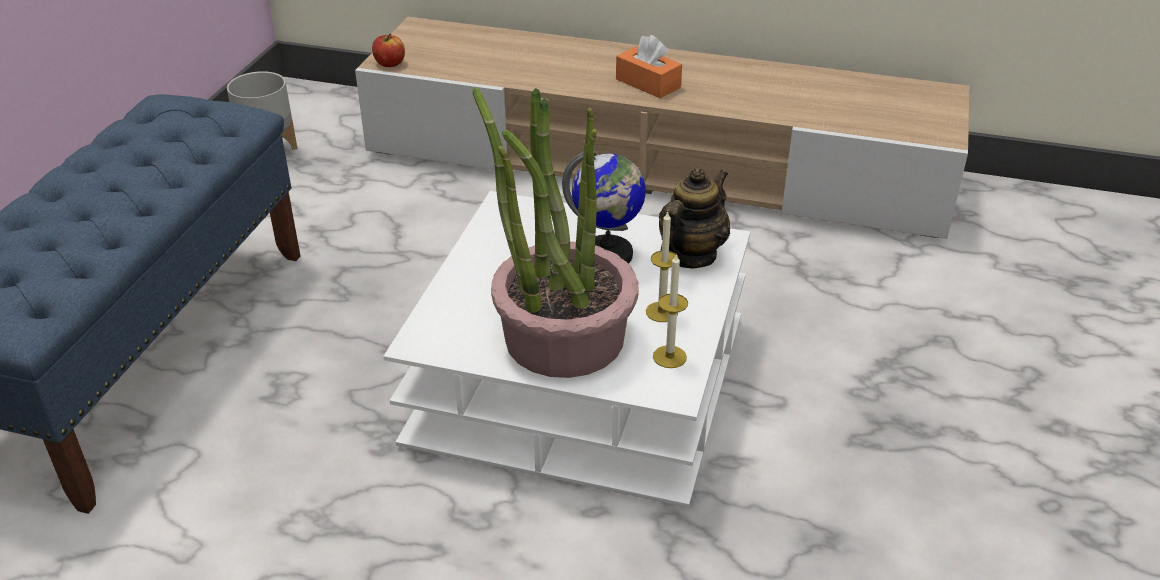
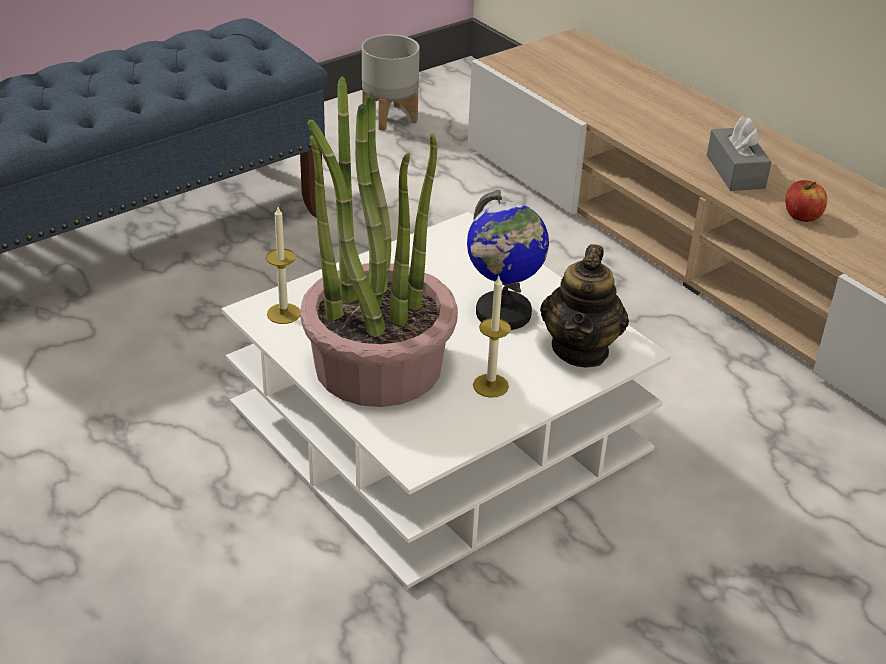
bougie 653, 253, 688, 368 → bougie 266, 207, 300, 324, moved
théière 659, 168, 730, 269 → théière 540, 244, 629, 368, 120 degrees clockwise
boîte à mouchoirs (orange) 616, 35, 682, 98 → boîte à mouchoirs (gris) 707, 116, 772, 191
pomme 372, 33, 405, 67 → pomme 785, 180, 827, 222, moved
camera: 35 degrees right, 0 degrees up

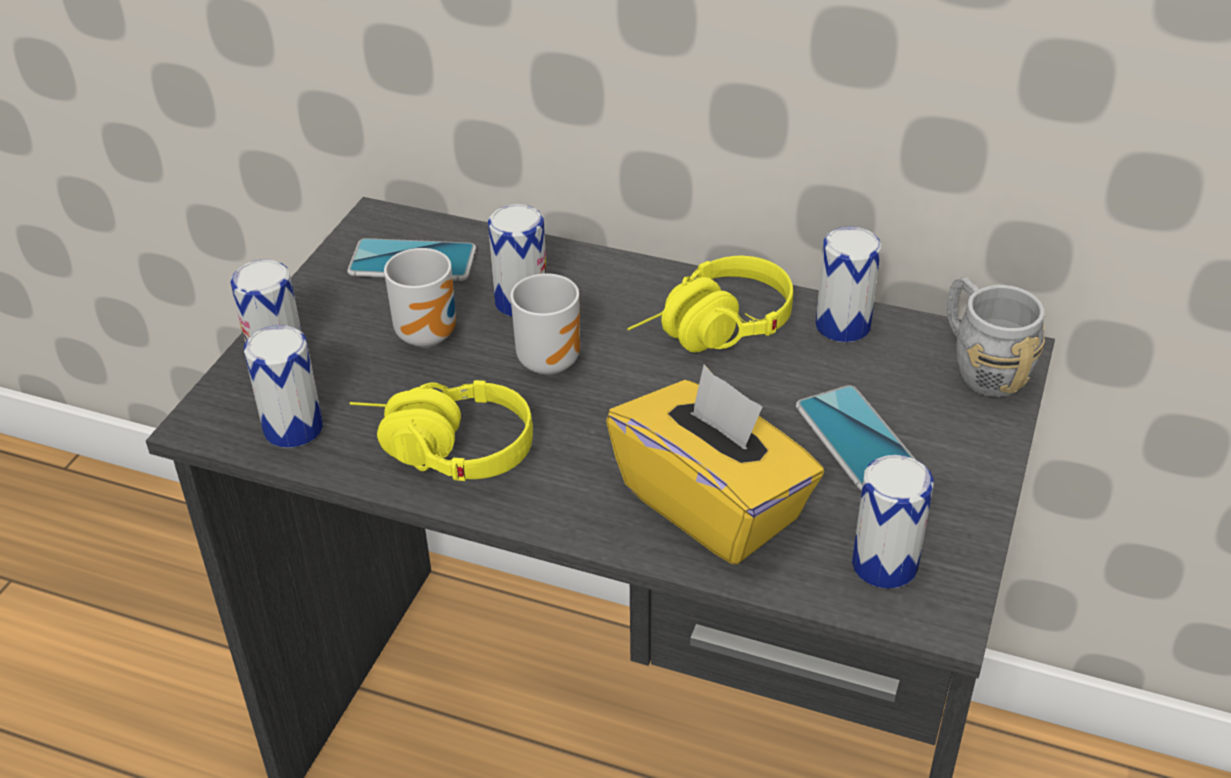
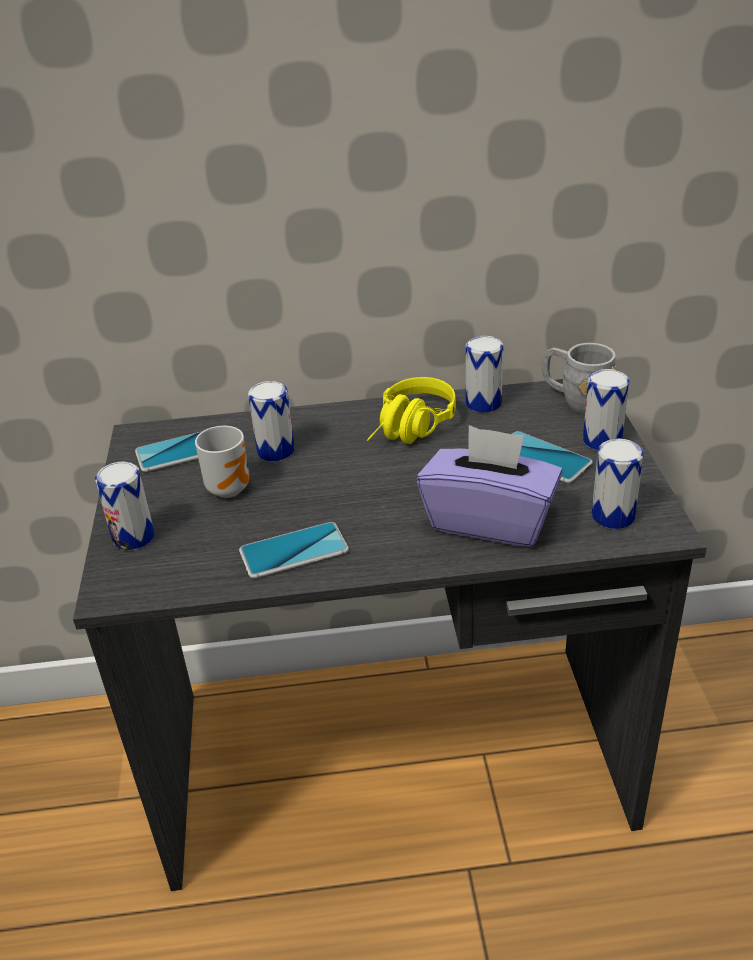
casque audio (jaune) 350, 380, 533, 481 → téléphone 239, 522, 349, 578
boîte à mouchoirs (jaune) 606, 364, 824, 565 → boîte à mouchoirs (violet) 417, 425, 563, 547
boîte métallique 244, 325, 323, 448 → boîte métallique 583, 369, 629, 451, moved
mug 510, 274, 580, 375 → -
camera: 25 degrees left, 5 degrees down

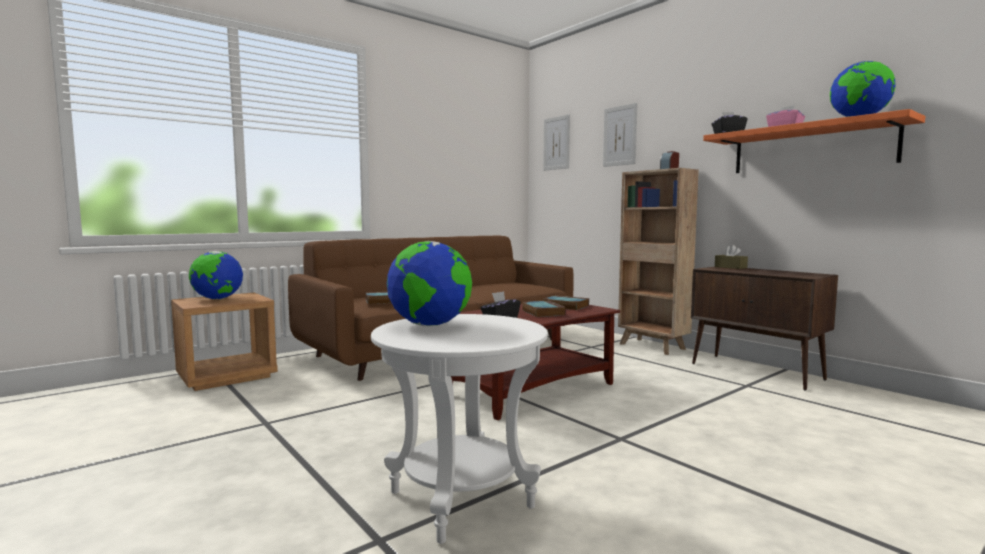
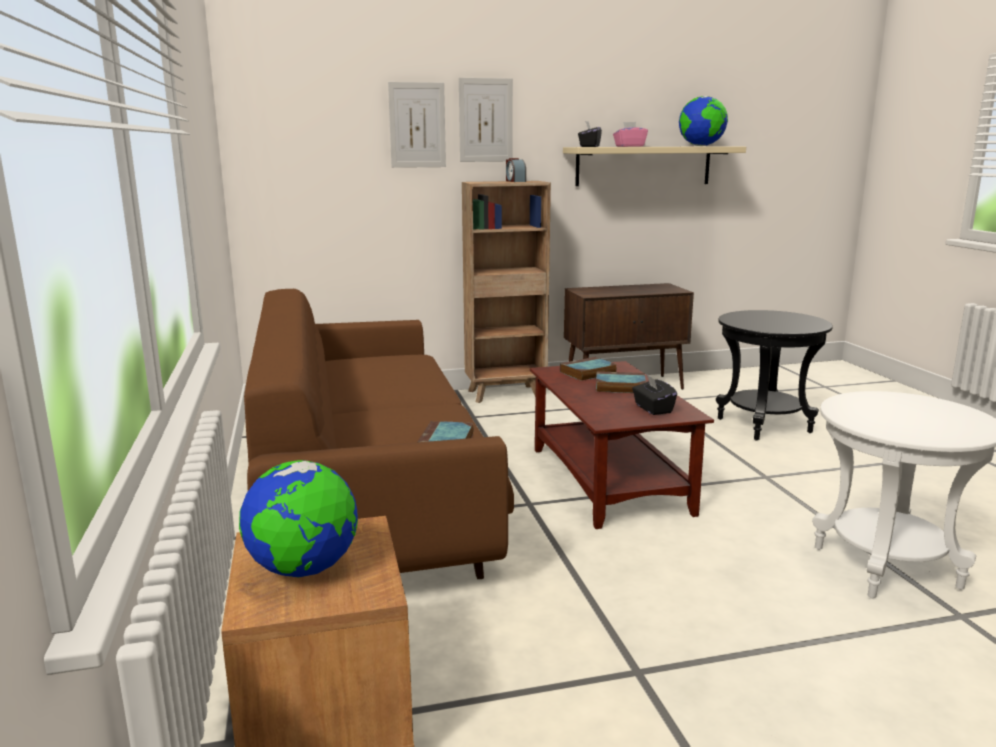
tableau 543, 114, 570, 171 → tableau 459, 78, 513, 162, moved
étagère (orange) 703, 109, 925, 173 → étagère (beige) 563, 146, 746, 186
- → table d'appoint (noir) 716, 310, 833, 441
globe 387, 241, 472, 326 → -
boîte à mouchoirs (marron) 715, 245, 748, 269 → -
camera: 65 degrees left, 10 degrees up

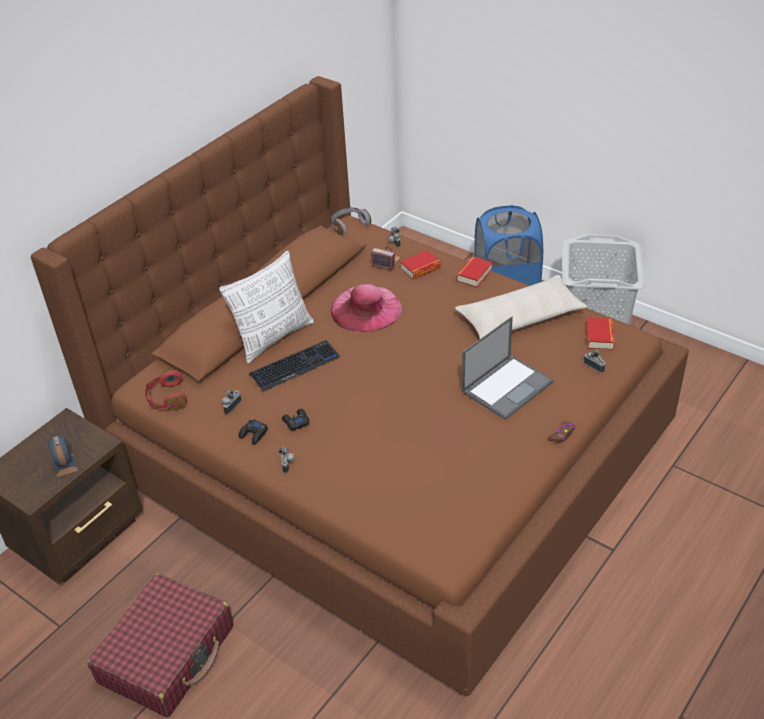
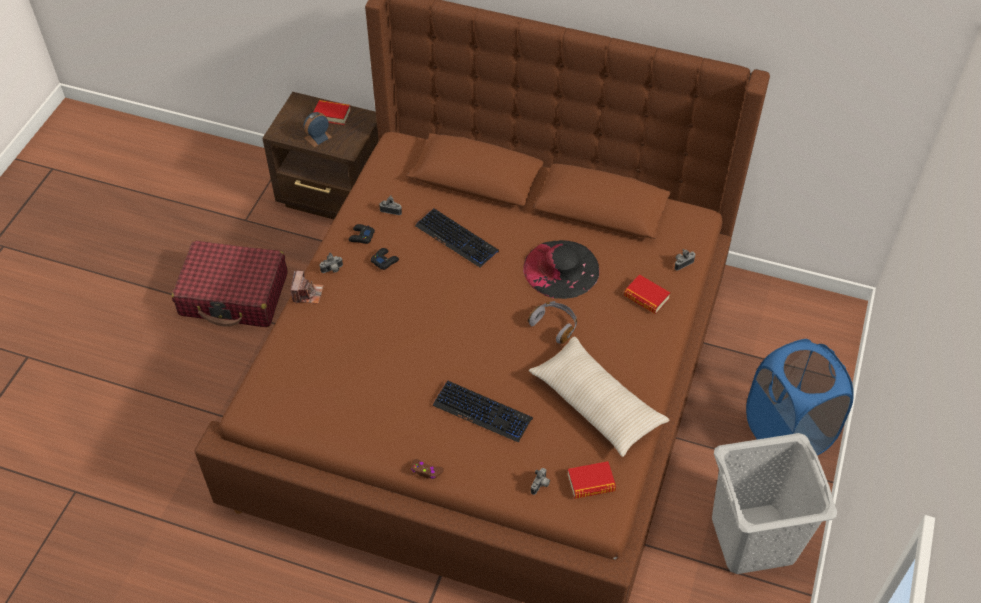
appareil photo 371, 246, 401, 271 → appareil photo 290, 270, 323, 304, moved
livre 456, 256, 493, 288 → livre 314, 100, 351, 125, moved
ordinateur portable 462, 316, 553, 420 → clavier 432, 381, 533, 443
chapeau (rose) 331, 284, 402, 332 → chapeau (noir) 523, 240, 599, 299
casque audio (gris) 331, 207, 371, 235 → casque audio (gris) 528, 301, 577, 344, moved
casque audio (rouge) 145, 370, 187, 411 → -
coussin 219, 251, 314, 364 → -
camera: 70 degrees right, 10 degrees up

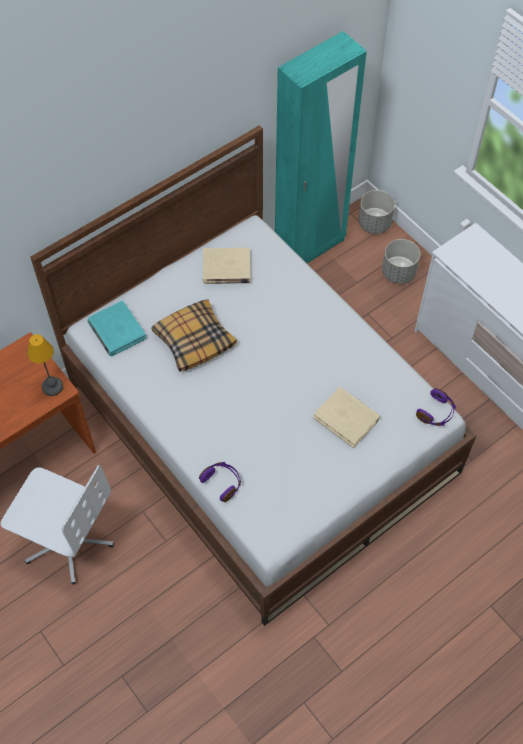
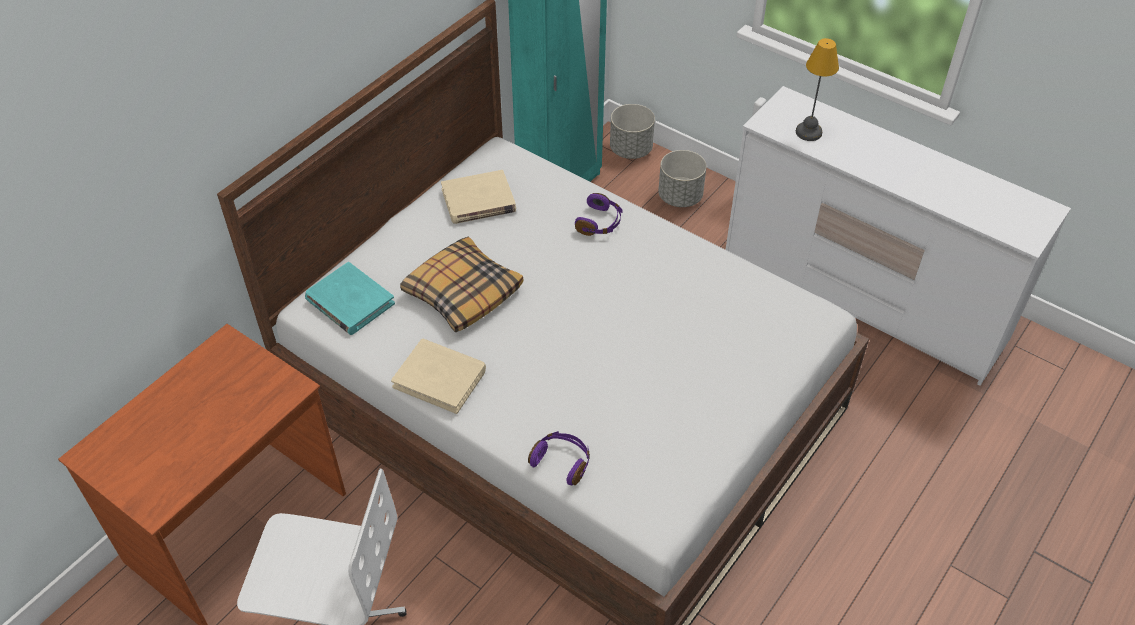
livre (beige) 313, 387, 380, 448 → livre (beige) 391, 339, 486, 414, moved
casque audio (violet) 416, 388, 456, 426 → casque audio (violet) 575, 193, 623, 236, moved
lampe de table 27, 334, 63, 396 → lampe de table 796, 38, 839, 141, moved
camera: 15 degrees left, 10 degrees down

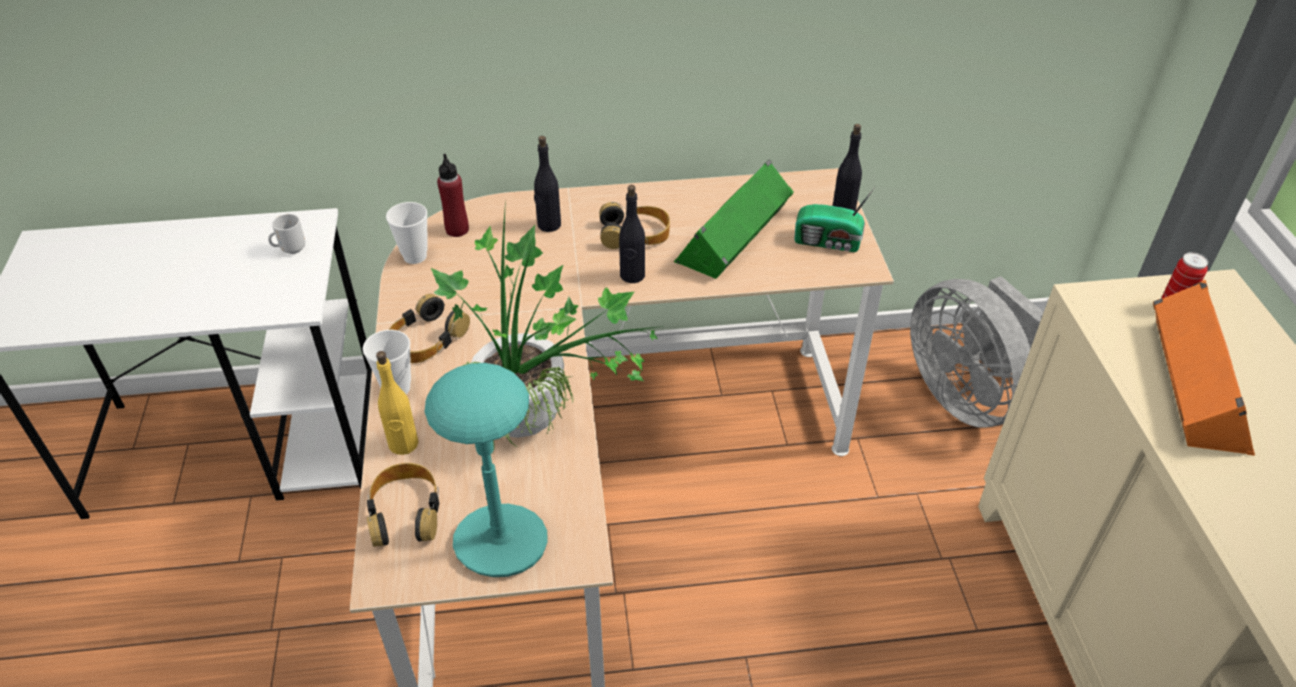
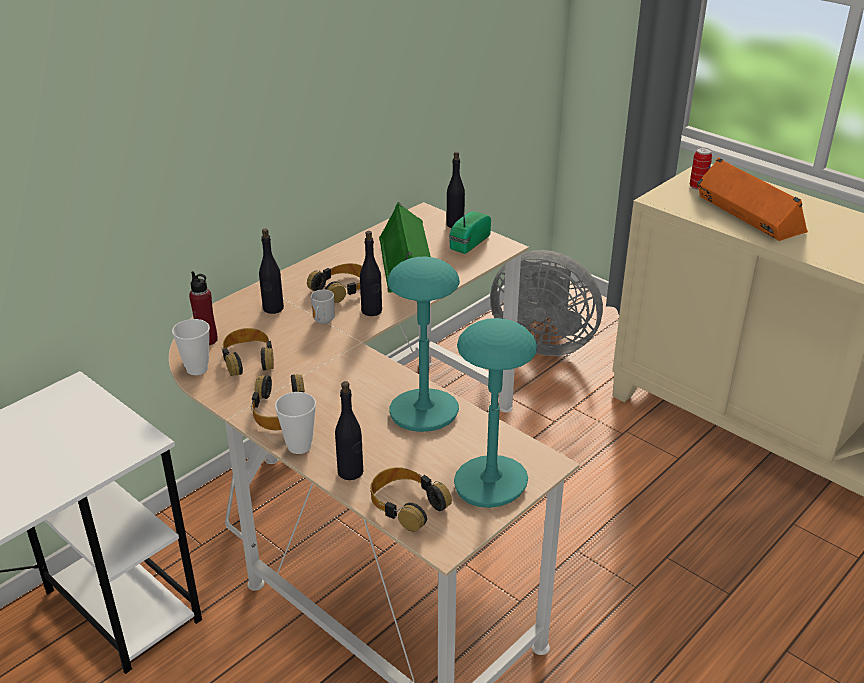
- → casque audio 222, 328, 274, 376
mug 268, 214, 305, 254 → mug 311, 290, 335, 324, moved
bouteille (jaune) 376, 351, 418, 455 → bouteille (noir) 335, 381, 363, 480
plante en pot 431, 198, 664, 455 → lampe de table (turquoise) 387, 257, 460, 432
radio 794, 186, 876, 252 → radio 449, 211, 491, 254, 150 degrees clockwise
camera: 40 degrees left, 10 degrees down

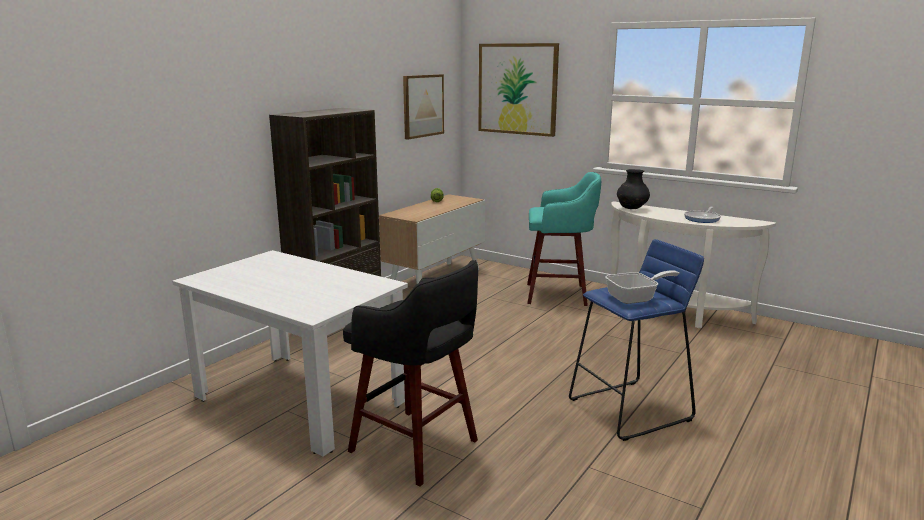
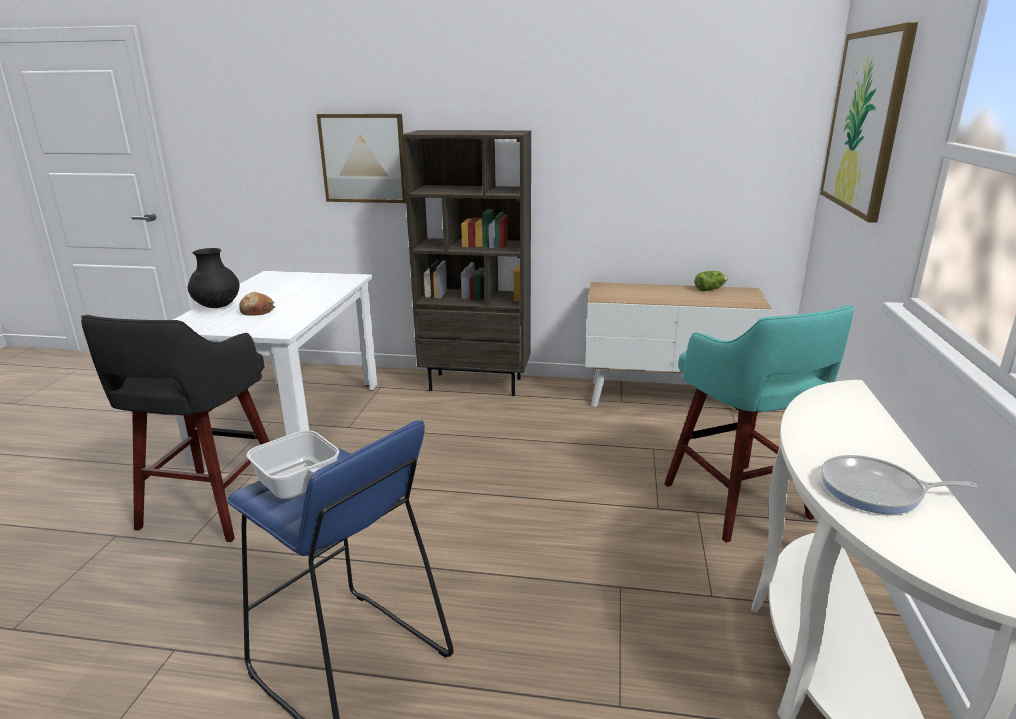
vase (noir) 617, 169, 650, 209 → vase (noir) 188, 248, 240, 308, moved
- → pain 239, 292, 275, 315
tableau 403, 74, 444, 140 → tableau 317, 114, 406, 203, moved
camera: 65 degrees right, 5 degrees up

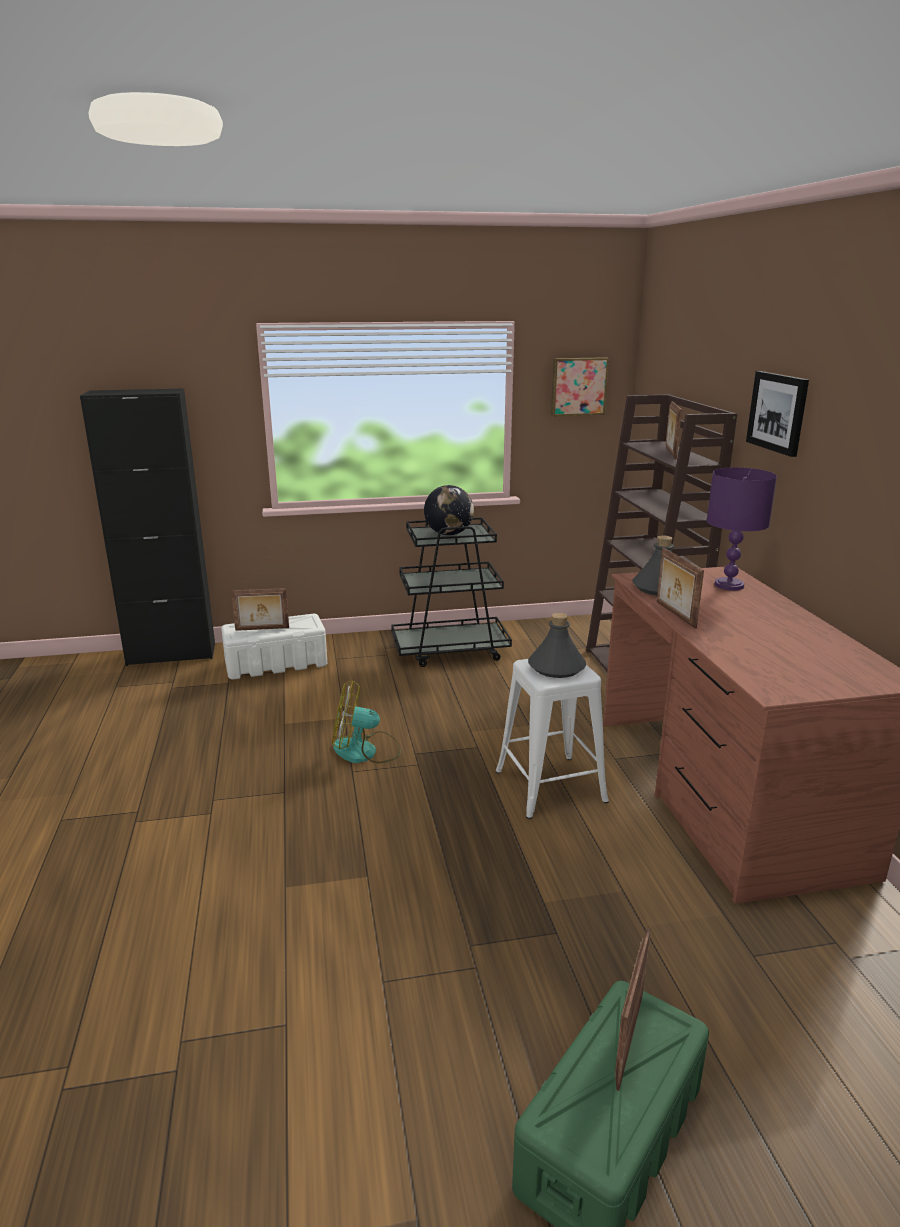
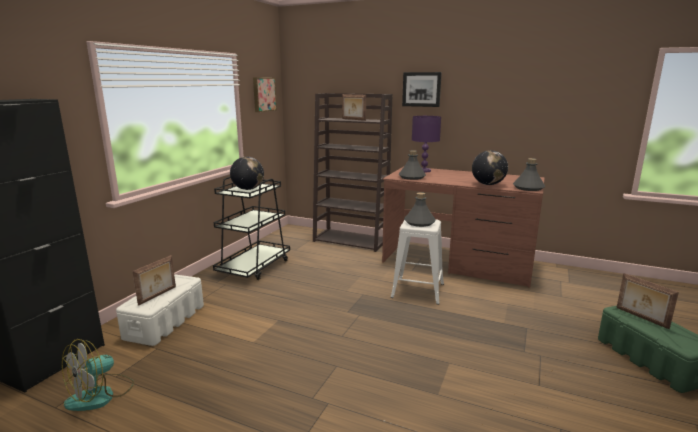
ventilateur 332, 681, 400, 763 → ventilateur 62, 339, 134, 411, moved
- → globe 472, 150, 508, 185
- → bouteille (gris) 513, 158, 545, 191
cadre photo 657, 547, 704, 629 → -
camera: 55 degrees left, 5 degrees down

